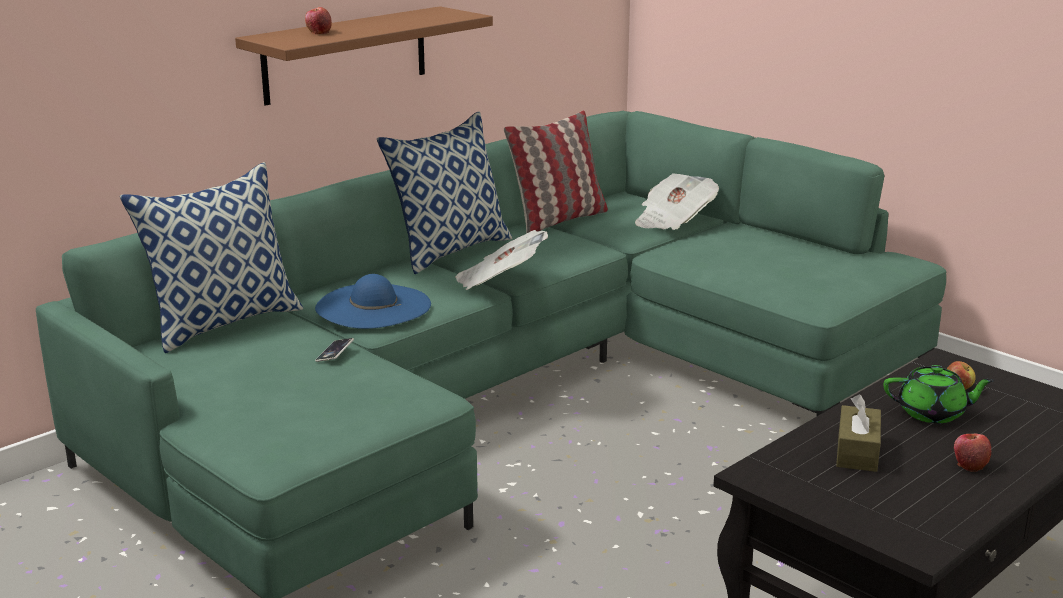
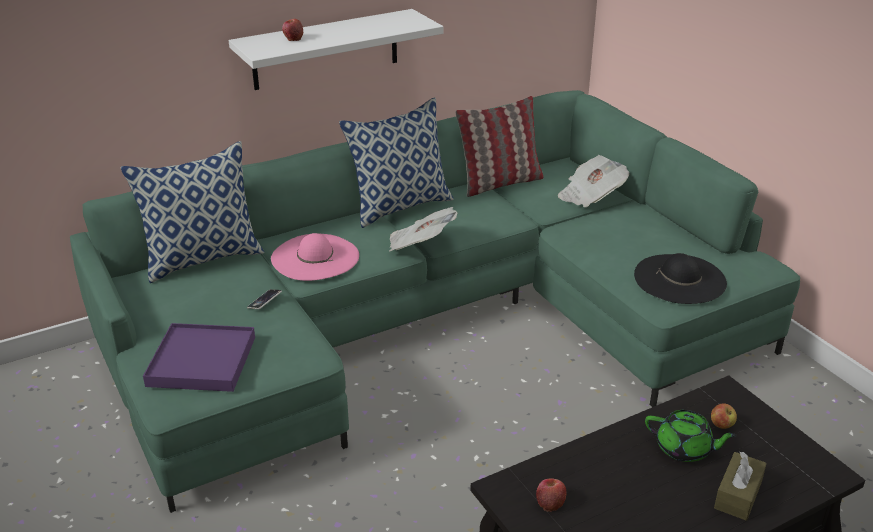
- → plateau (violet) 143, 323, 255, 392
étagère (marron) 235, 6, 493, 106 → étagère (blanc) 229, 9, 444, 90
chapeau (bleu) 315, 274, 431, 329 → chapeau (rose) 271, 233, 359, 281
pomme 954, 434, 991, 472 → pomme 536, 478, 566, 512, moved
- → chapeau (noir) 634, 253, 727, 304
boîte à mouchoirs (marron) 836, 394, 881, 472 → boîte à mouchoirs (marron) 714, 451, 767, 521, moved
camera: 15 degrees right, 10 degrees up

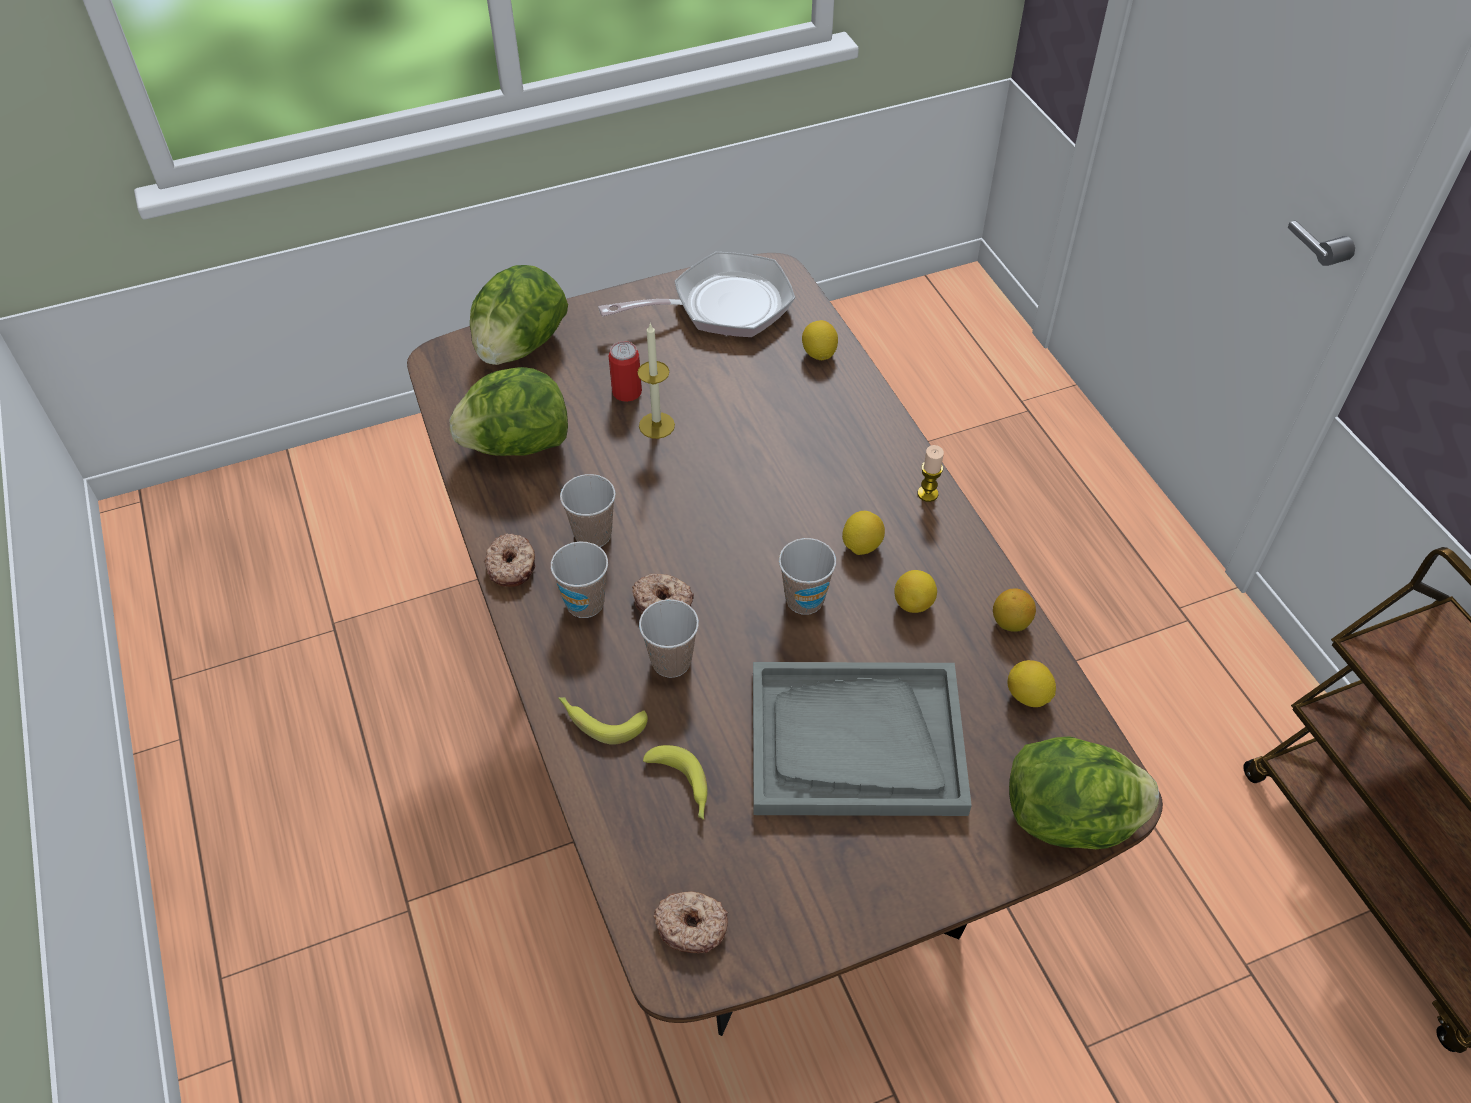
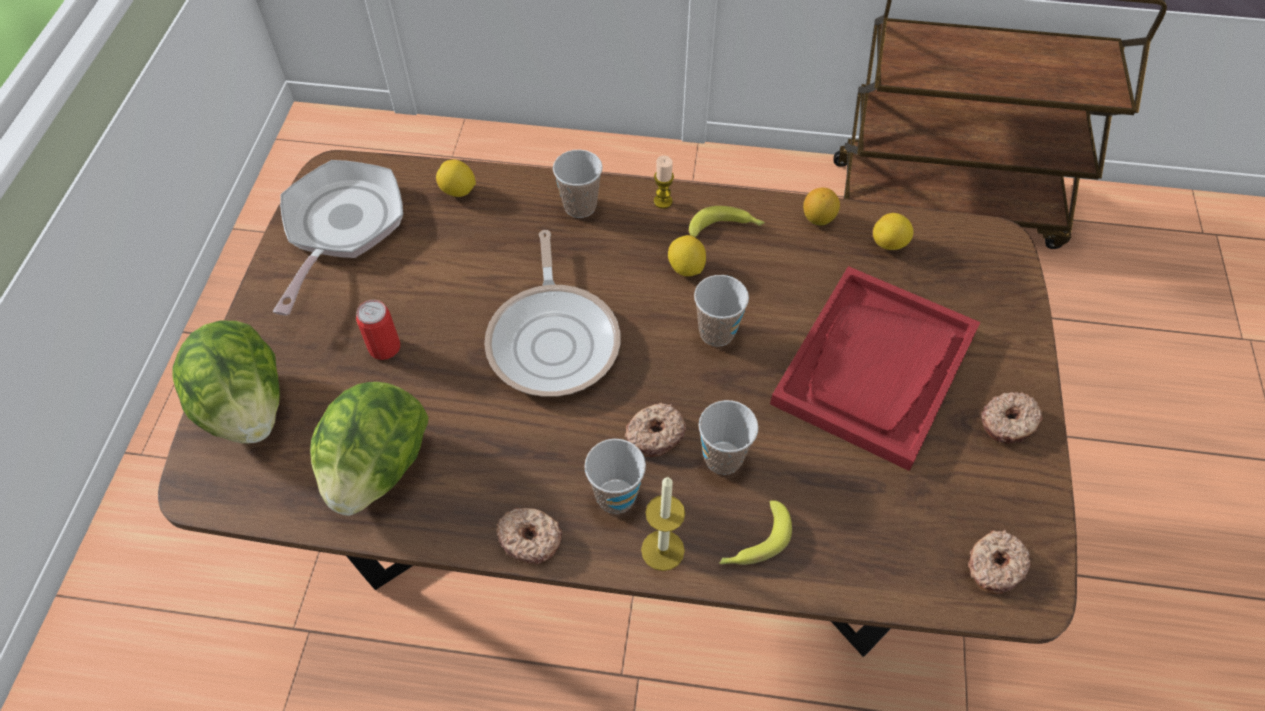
- → poêle 485, 230, 621, 397
tasse 560, 474, 616, 547 → tasse 553, 150, 603, 218, moved
bougie 637, 324, 675, 439 → bougie 641, 476, 685, 571, moved
banane 643, 745, 708, 820 → banane 689, 206, 765, 237, moved
plateau (gris) 753, 662, 972, 816 → plateau (rouge) 770, 266, 980, 471
- → beignet 981, 392, 1043, 444
citron 894, 570, 937, 613 → -
laitue 1009, 736, 1159, 849 → -
camera: 60 degrees left, 5 degrees up

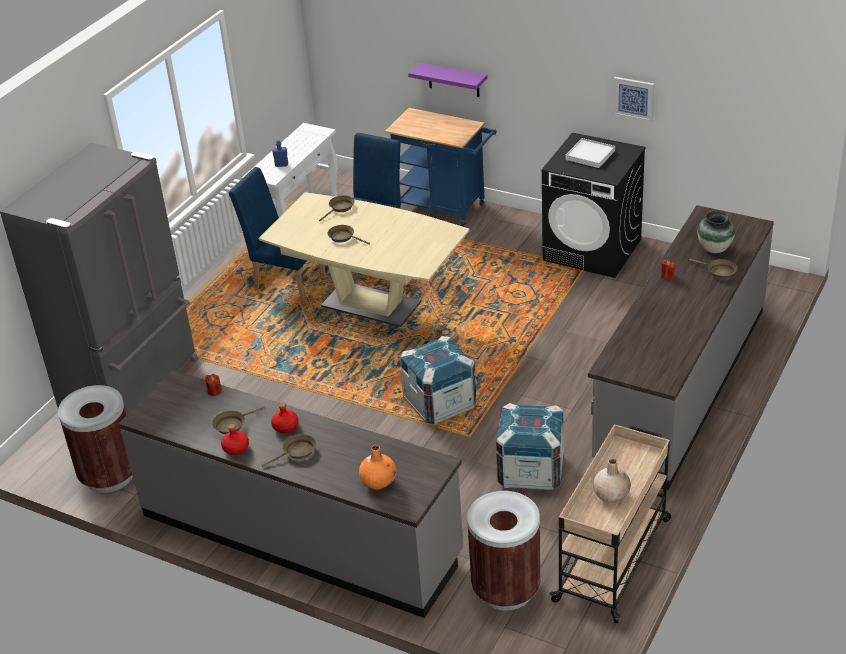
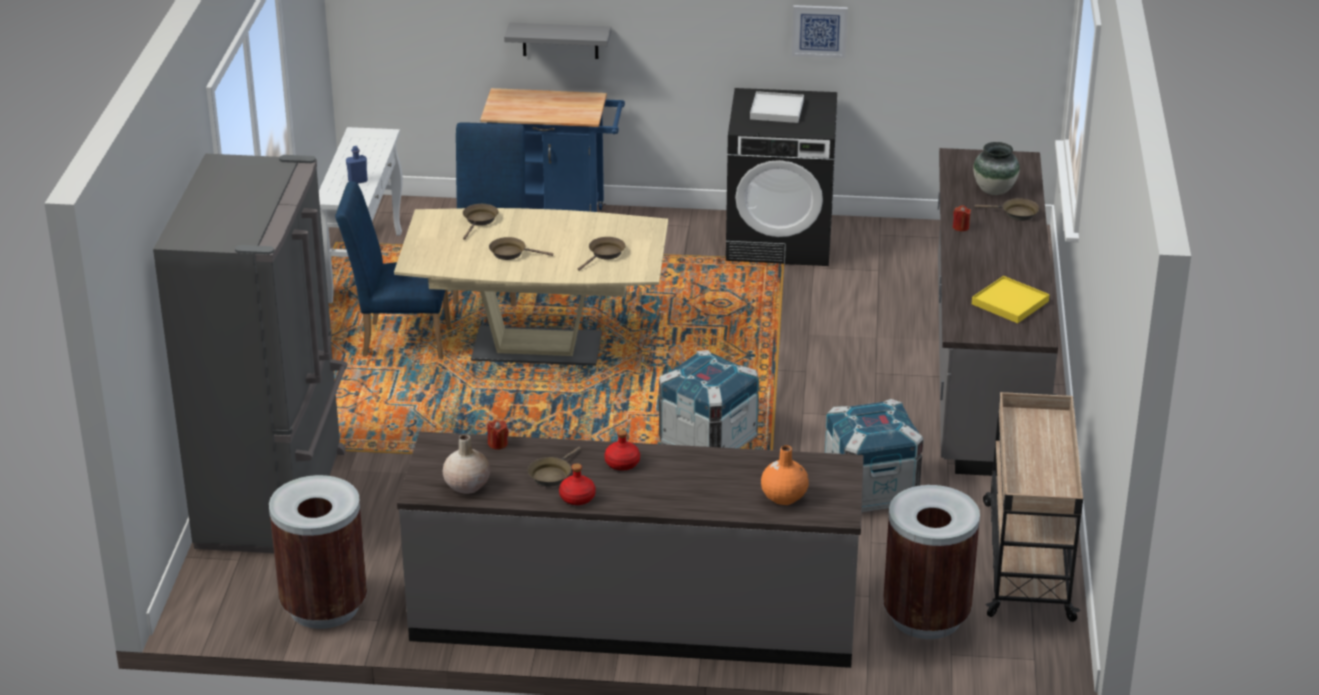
vase (beige) 593, 458, 631, 503 → vase (beige) 442, 434, 490, 494, moved
étagère (violet) 408, 63, 488, 97 → étagère (gris) 504, 22, 611, 59
poêle (marron) 262, 434, 316, 467 → poêle (marron) 578, 237, 626, 271, moved
- → plateau (jaune) 972, 276, 1050, 323
camera: 25 degrees left, 5 degrees down

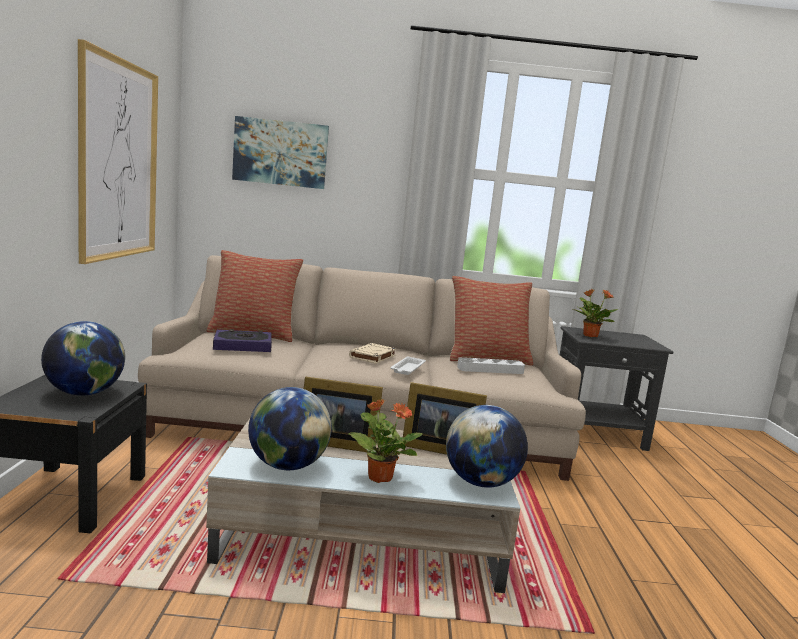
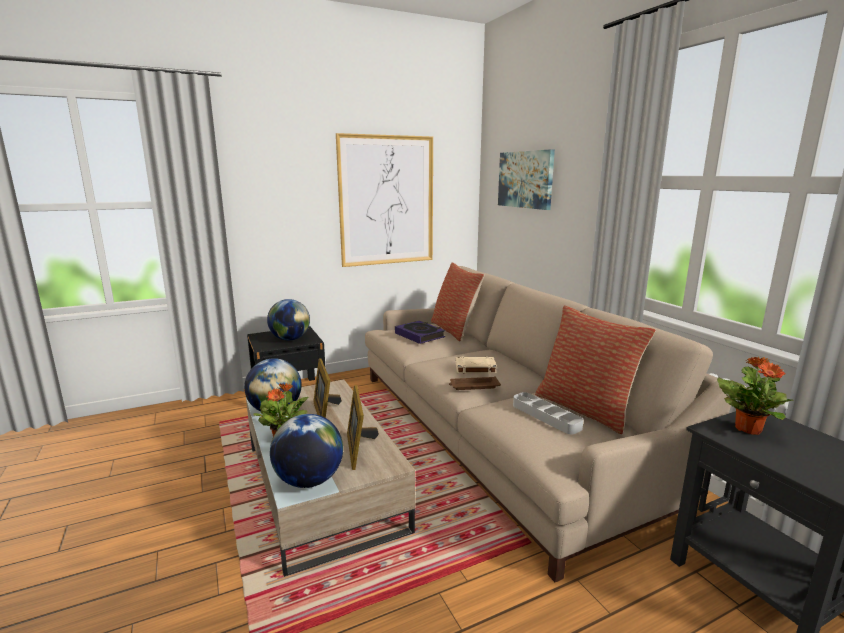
plateau (blanc) 390, 356, 426, 375 → plateau (marron) 449, 376, 501, 390
camera: 65 degrees right, 5 degrees up

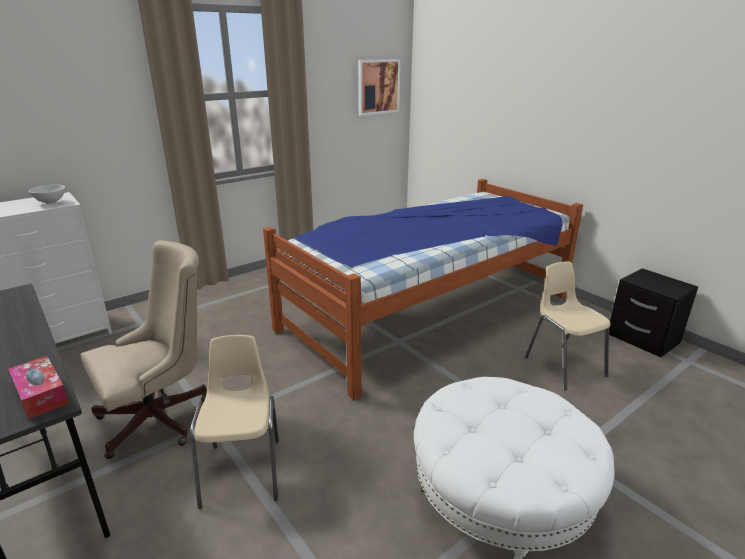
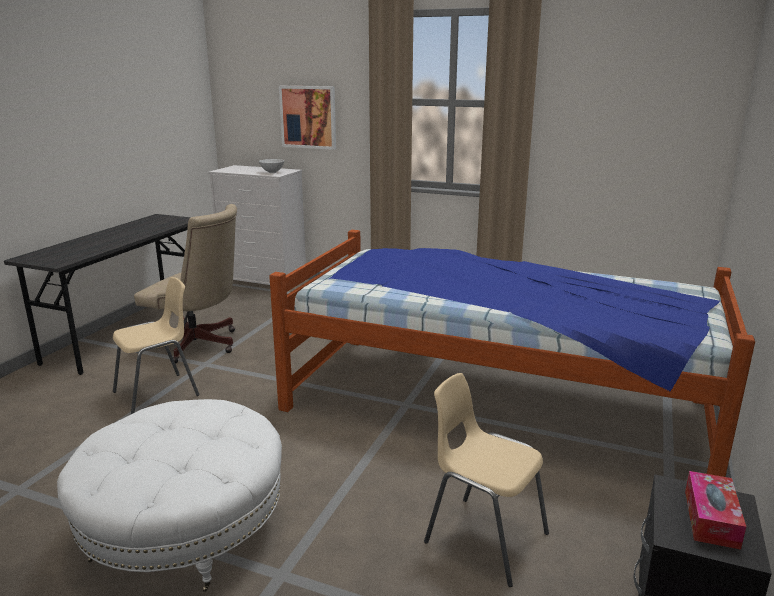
tableau 358, 59, 401, 116 → tableau 279, 86, 336, 150, moved
chaise (beige) 525, 261, 610, 391 → chaise (beige) 424, 373, 549, 587, 90 degrees counterclockwise
boîte à mouchoirs 9, 356, 69, 419 → boîte à mouchoirs 685, 471, 746, 550, moved
camera: 60 degrees right, 5 degrees down

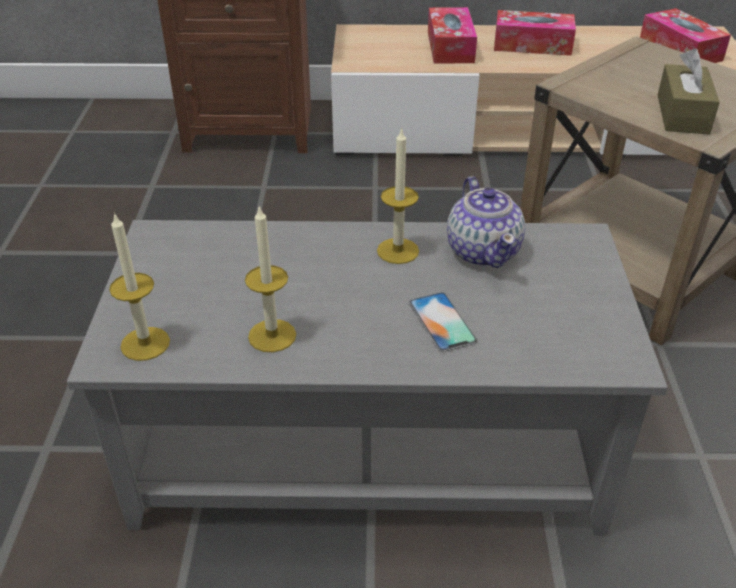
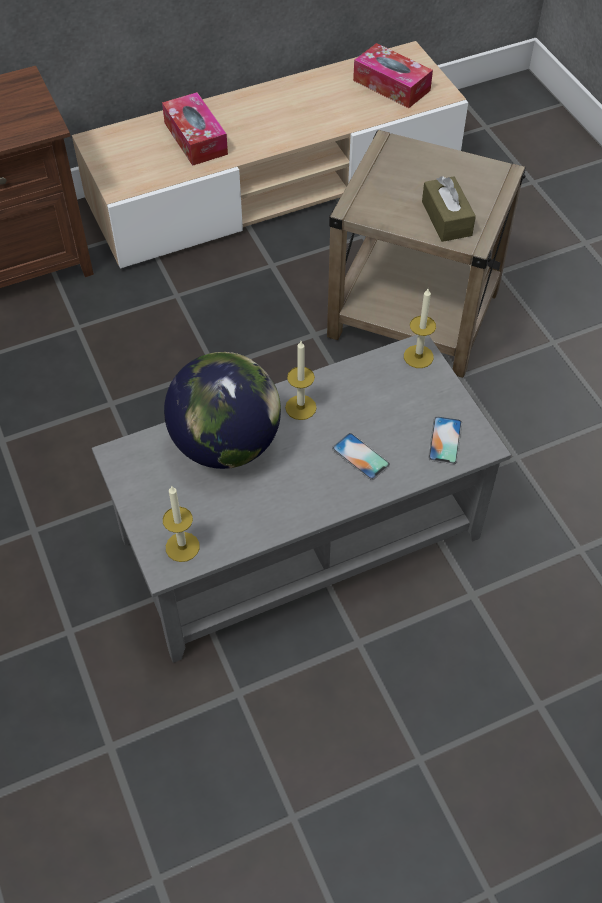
- → globe 164, 352, 281, 469
bougie 245, 206, 296, 352 → bougie 404, 289, 436, 368, moved
- → téléphone 428, 416, 462, 464
théière 447, 177, 525, 268 → -
boîte à mouchoirs 494, 10, 576, 56 → -
camera: 25 degrees left, 15 degrees up

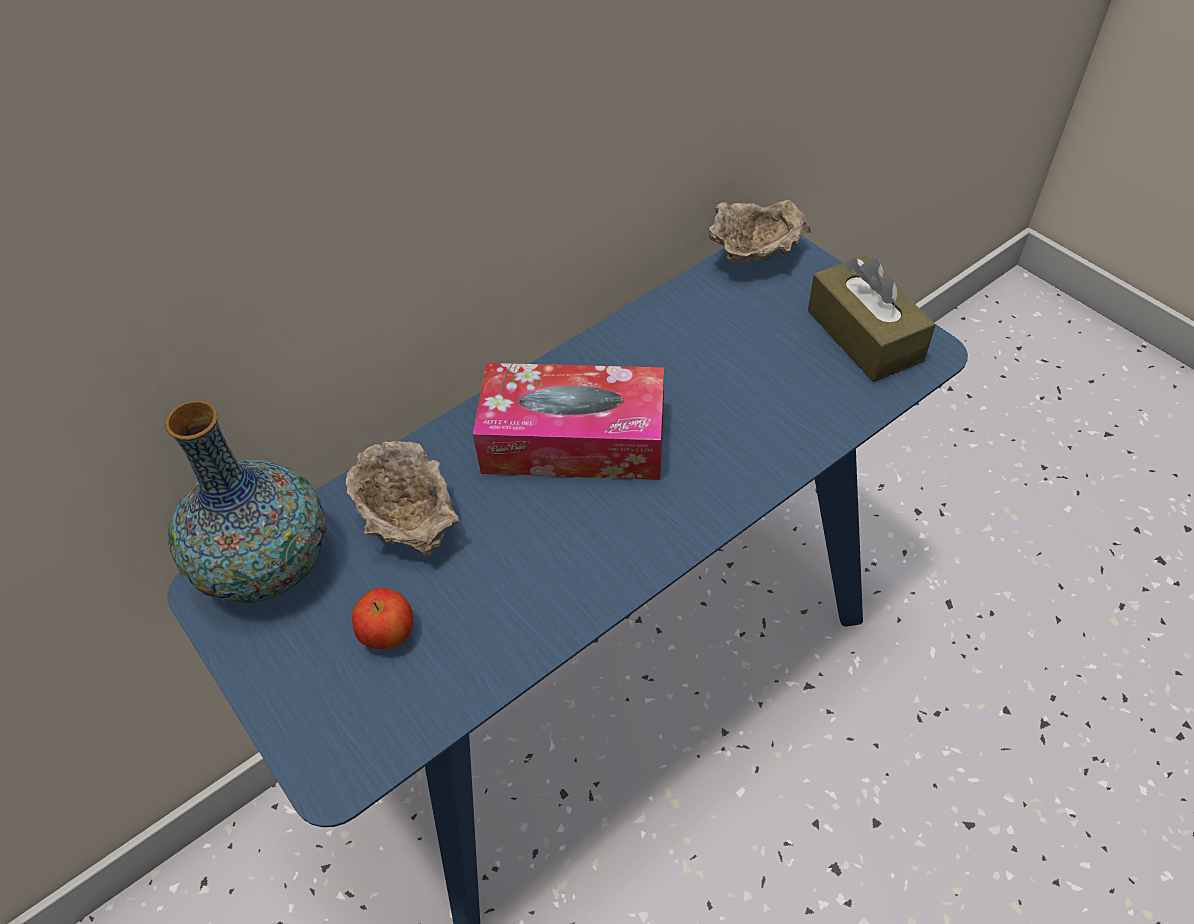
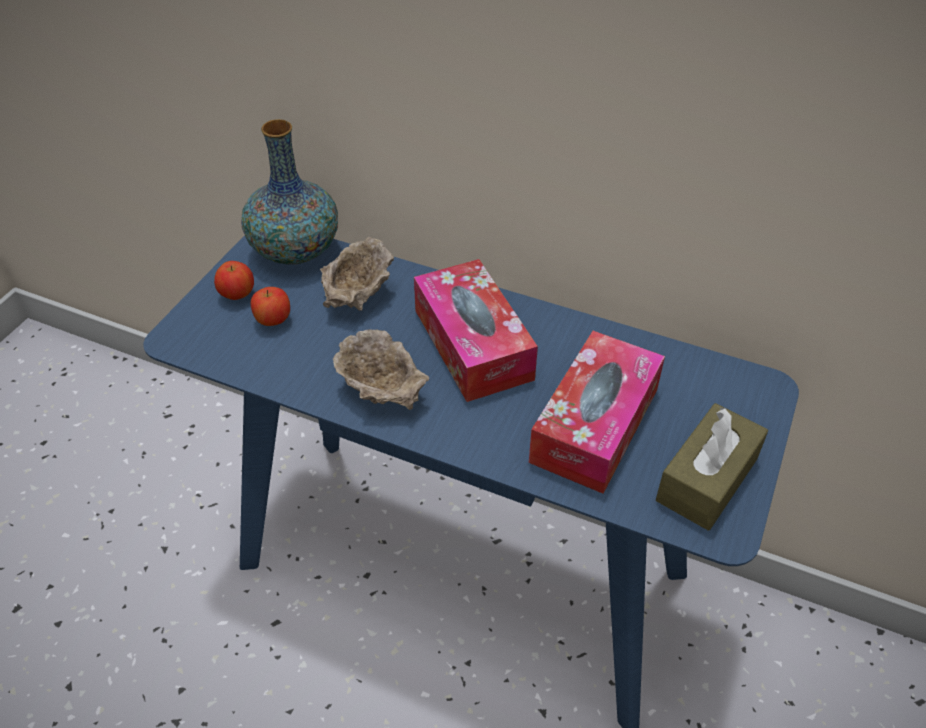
- → pomme 214, 261, 254, 300
bol (beige) 709, 200, 811, 264 → bol (beige) 333, 329, 429, 410, moved
- → boîte à mouchoirs 529, 331, 665, 494
camera: 60 degrees right, 5 degrees down

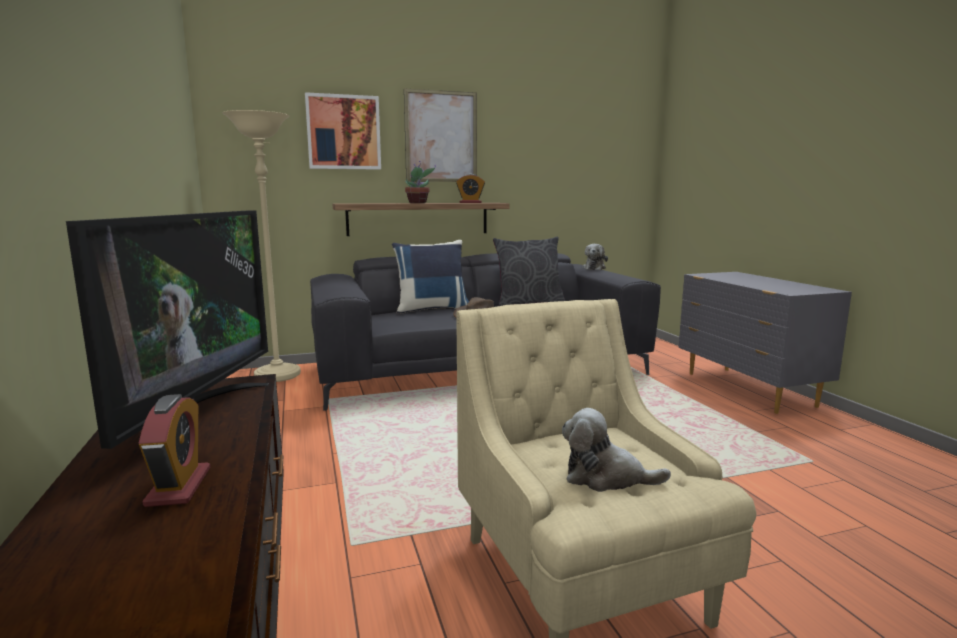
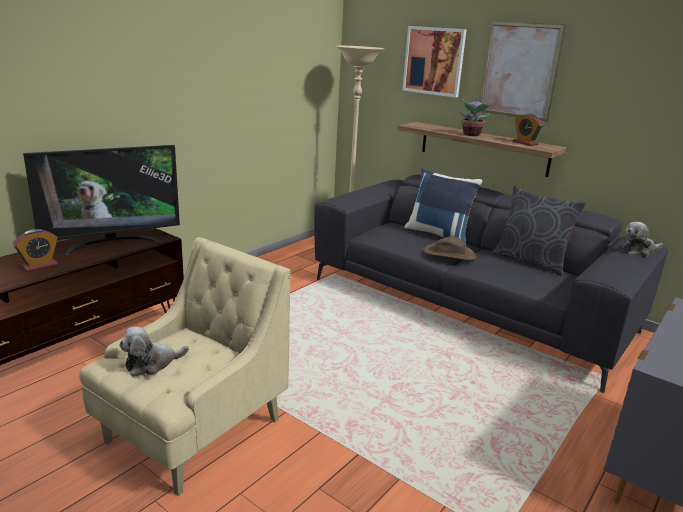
peluche 562, 408, 671, 492 → peluche 119, 327, 189, 377, 105 degrees counterclockwise
camera: 55 degrees right, 10 degrees up

